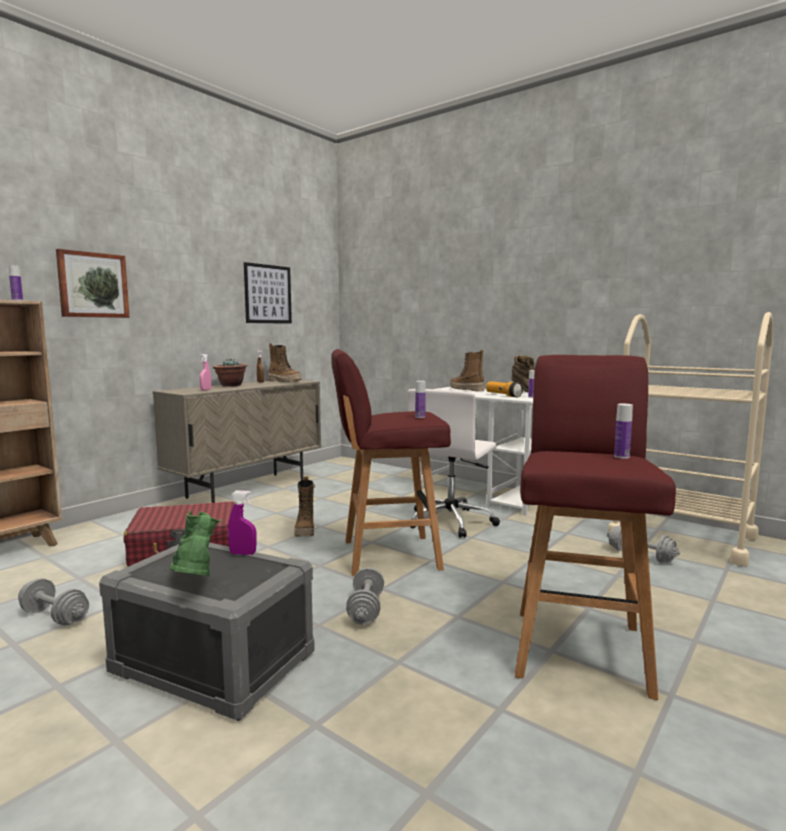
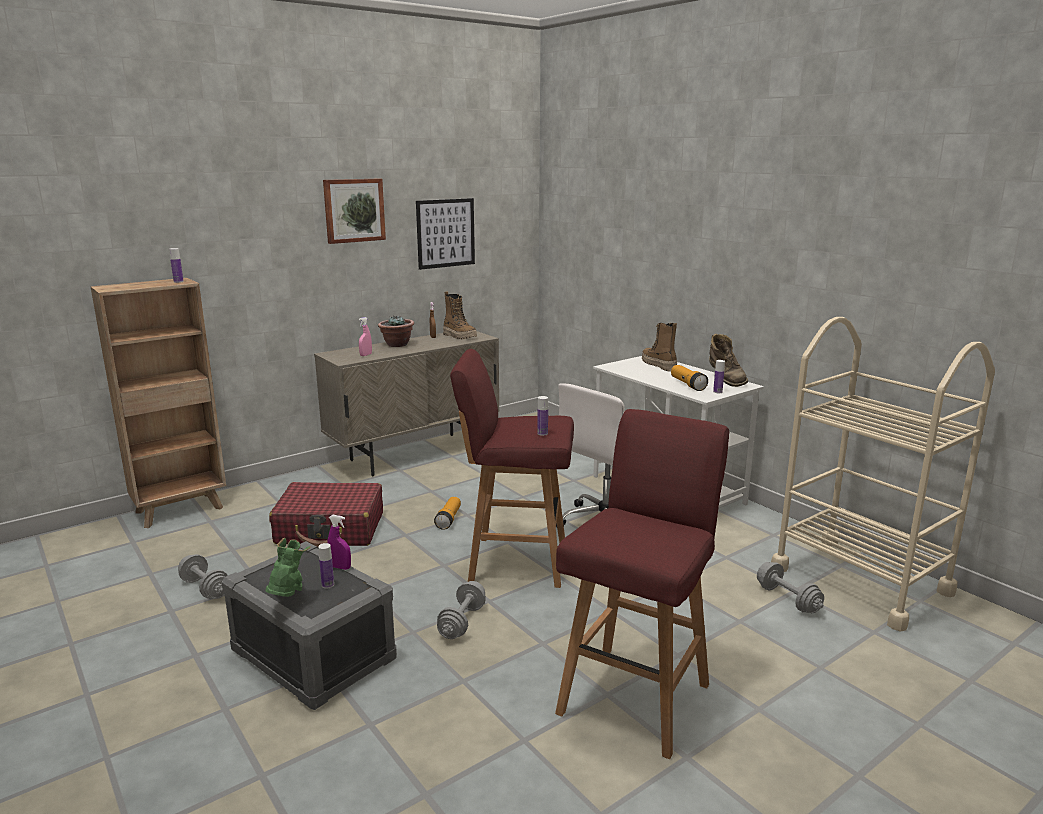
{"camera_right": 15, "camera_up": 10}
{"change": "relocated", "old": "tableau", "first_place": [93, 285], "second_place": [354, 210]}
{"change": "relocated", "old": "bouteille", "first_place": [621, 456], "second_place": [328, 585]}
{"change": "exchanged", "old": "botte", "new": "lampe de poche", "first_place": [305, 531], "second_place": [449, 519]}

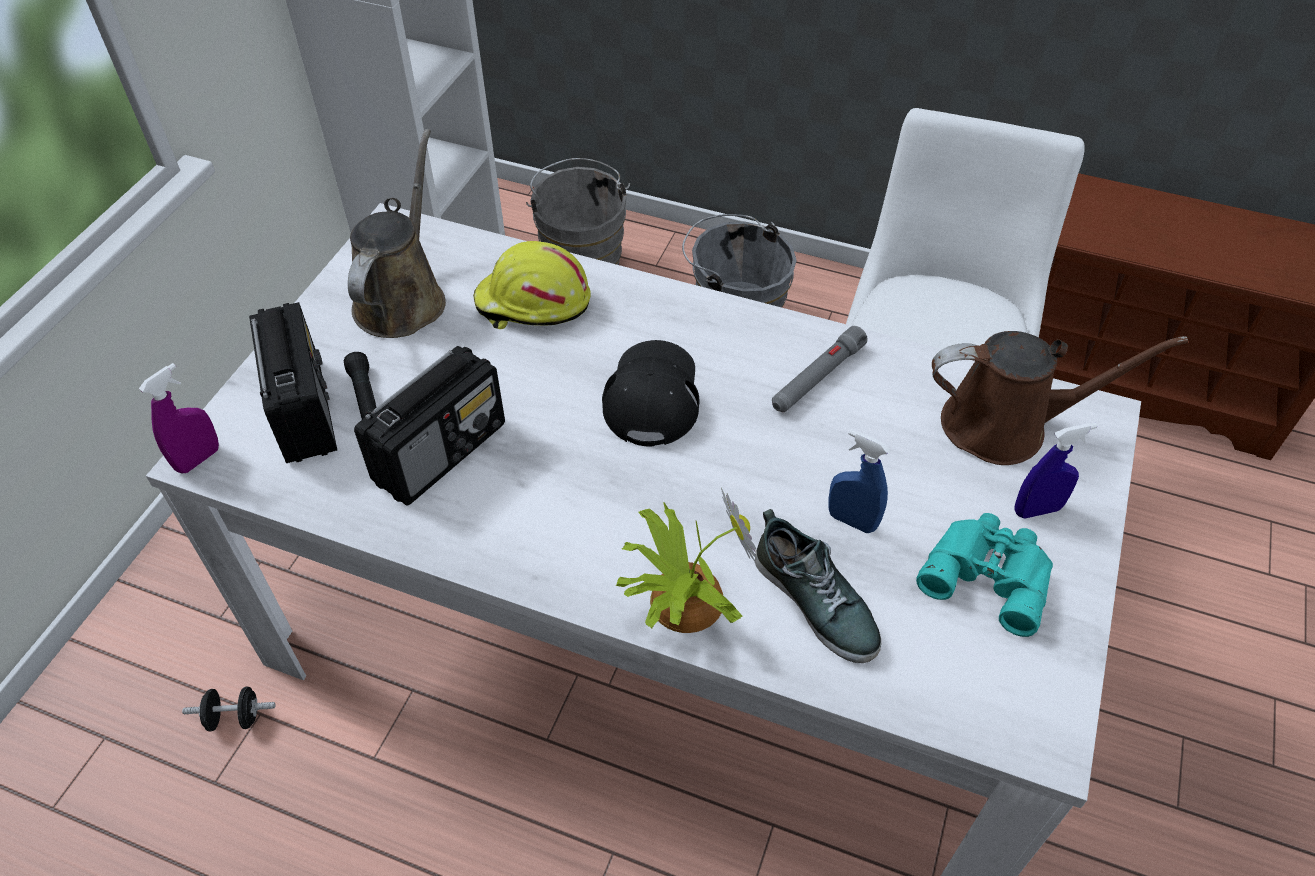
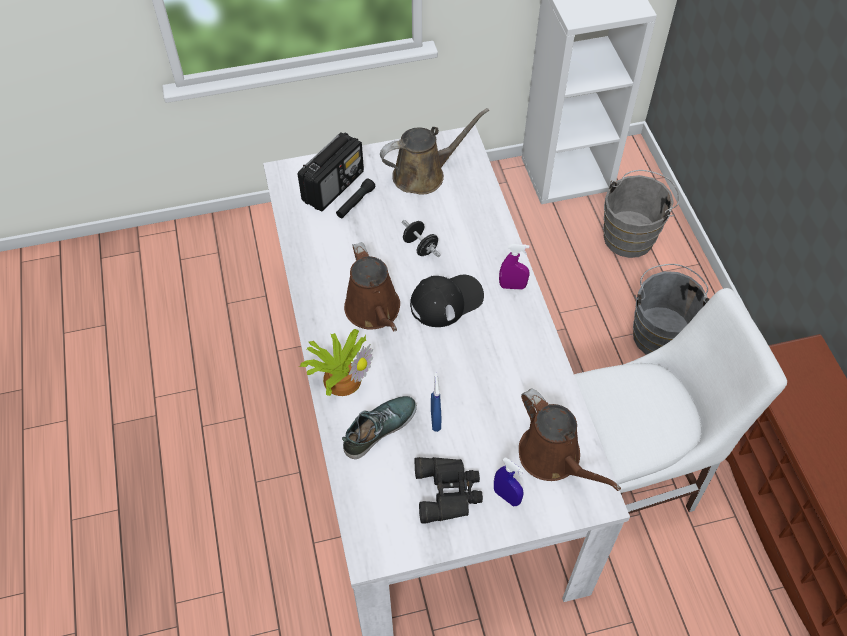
{"camera_right": 55, "camera_up": 5}
{"change": "missing", "old": "radio", "first_place": [441, 452]}
{"change": "missing", "old": "casque de chantier (jaune)", "first_place": [532, 303]}
{"change": "missing", "old": "lampe de poche (gris)", "first_place": [817, 377]}
{"change": "appeared", "new": "arrosoir (marron)", "second_place": [374, 311]}
{"change": "relocated", "old": "vaporisateur (violet)", "first_place": [198, 459], "second_place": [512, 286]}
{"change": "relocated", "old": "haltère (noir)", "first_place": [235, 717], "second_place": [420, 246]}
{"change": "colour", "old": "jumelles (turquoise)", "new": "jumelles (noir)", "first_place": [988, 573], "second_place": [449, 491]}
{"change": "spun", "old": "chaussure", "first_place": [816, 600], "second_place": [379, 428], "degrees": -150}

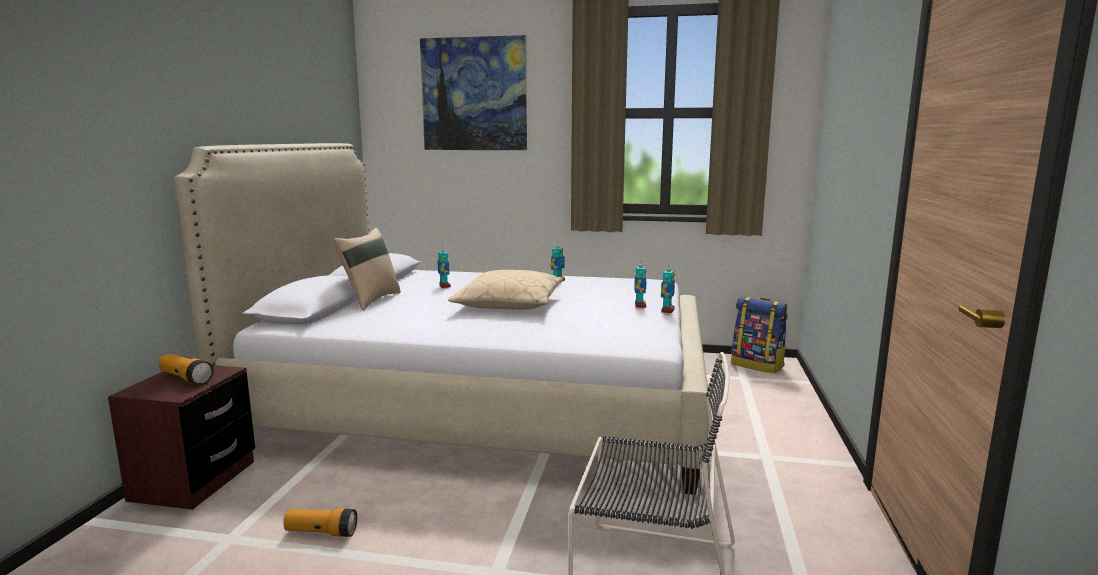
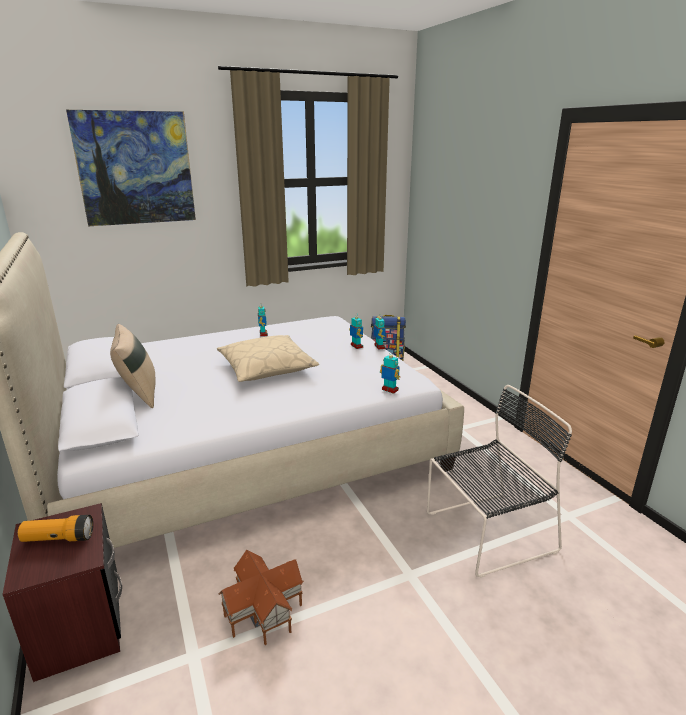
{"camera_right": -35, "camera_up": 10}
{"change": "relocated", "old": "robot jouet", "first_place": [444, 286], "second_place": [389, 390]}
{"change": "exchanged", "old": "lampe de poche", "new": "maison miniature", "first_place": [321, 532], "second_place": [262, 610]}

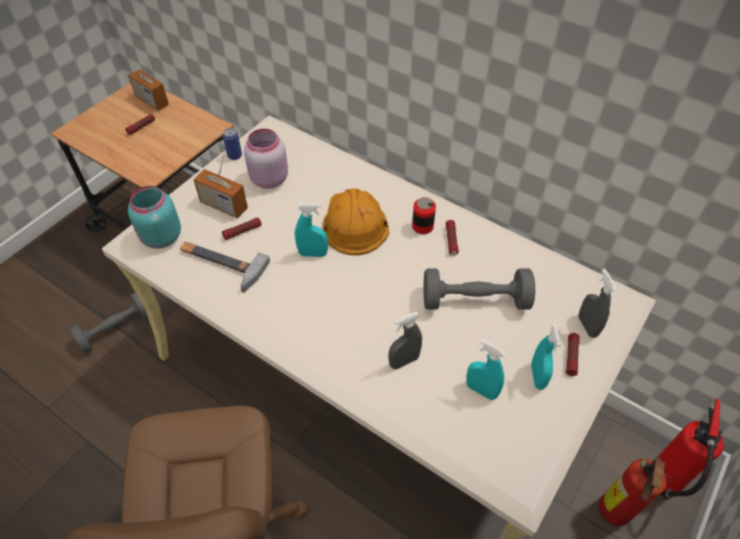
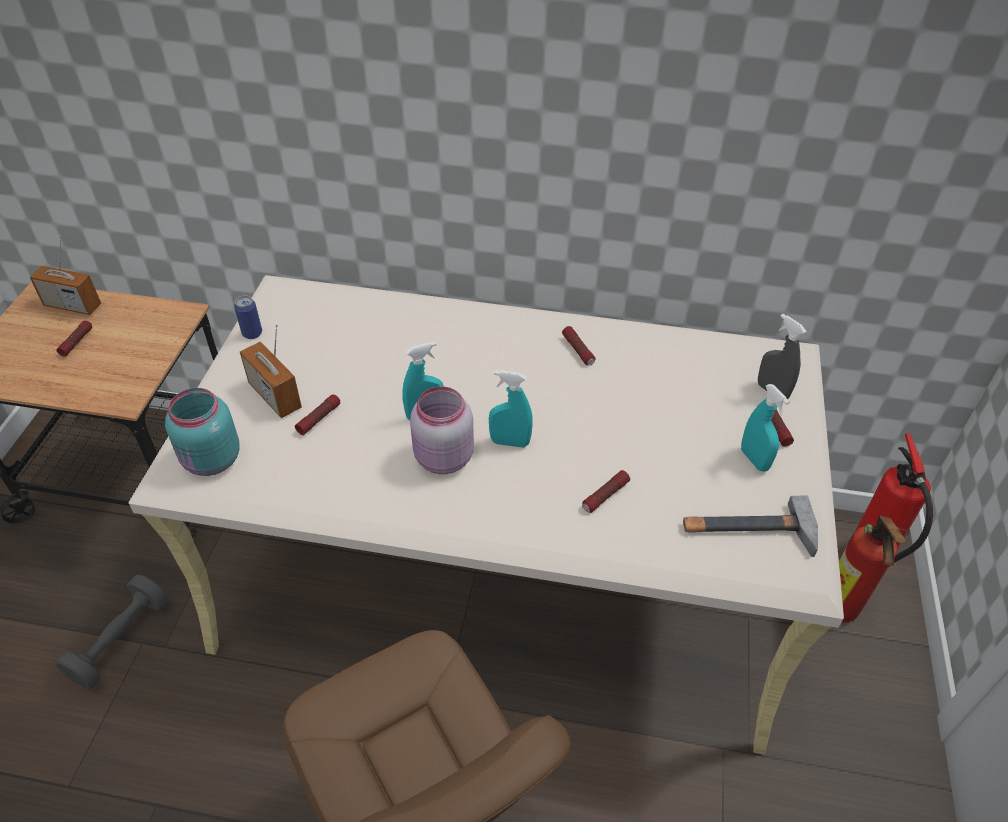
{"camera_right": -25, "camera_up": -5}
{"change": "missing", "old": "casque de chantier (orange)", "first_place": [354, 223]}
{"change": "missing", "old": "boîte métallique", "first_place": [422, 226]}
{"change": "missing", "old": "haltère (gris)", "first_place": [475, 301]}
{"change": "relocated", "old": "marteau", "first_place": [220, 264], "second_place": [748, 530]}
{"change": "relocated", "old": "bocal (rose)", "first_place": [268, 179], "second_place": [442, 458]}
{"change": "relocated", "old": "vaporisateur (turquoise)", "first_place": [481, 390], "second_place": [510, 442]}
{"change": "exchanged", "old": "vaporisateur (gris)", "new": "lampe de poche", "first_place": [404, 361], "second_place": [605, 496]}
{"change": "spun", "old": "radio", "first_place": [224, 206], "second_place": [275, 396], "degrees": 45}

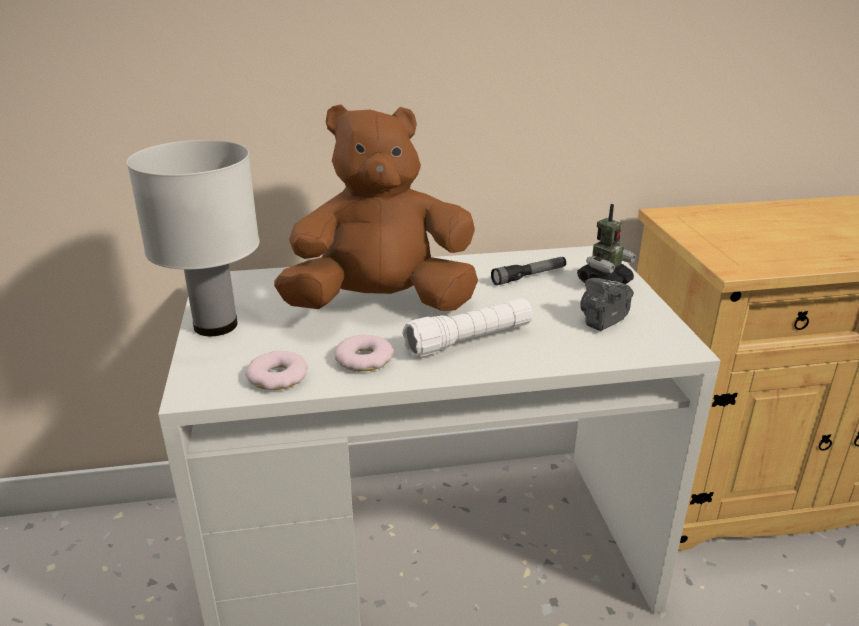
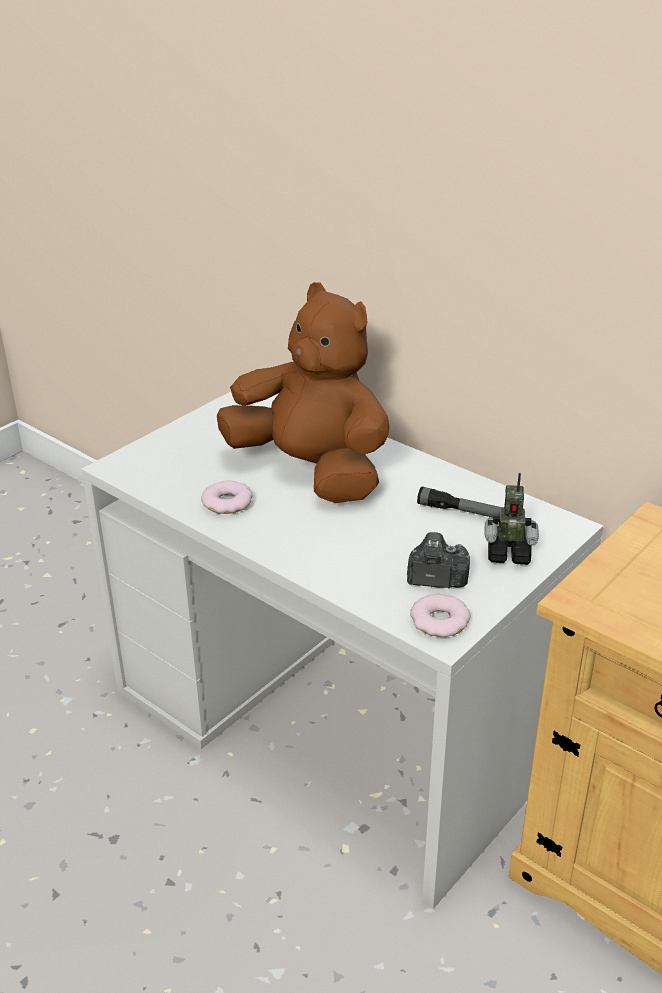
{"camera_right": 50, "camera_up": 5}
{"change": "missing", "old": "lampe de table (blanc)", "first_place": [216, 325]}
{"change": "missing", "old": "lampe de poche (blanc)", "first_place": [469, 340]}
{"change": "relocated", "old": "beignet", "first_place": [278, 376], "second_place": [440, 621]}

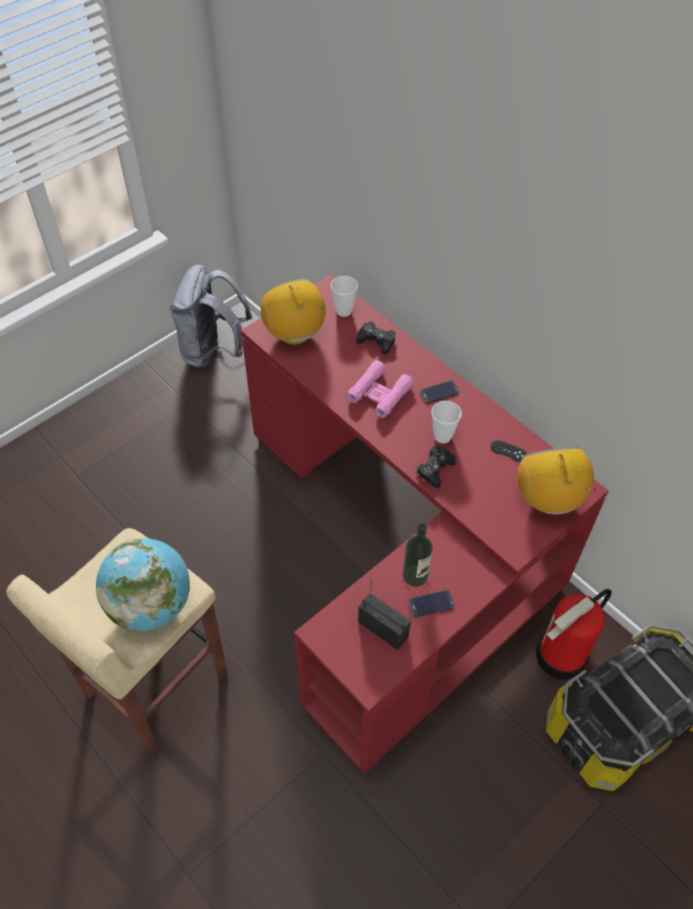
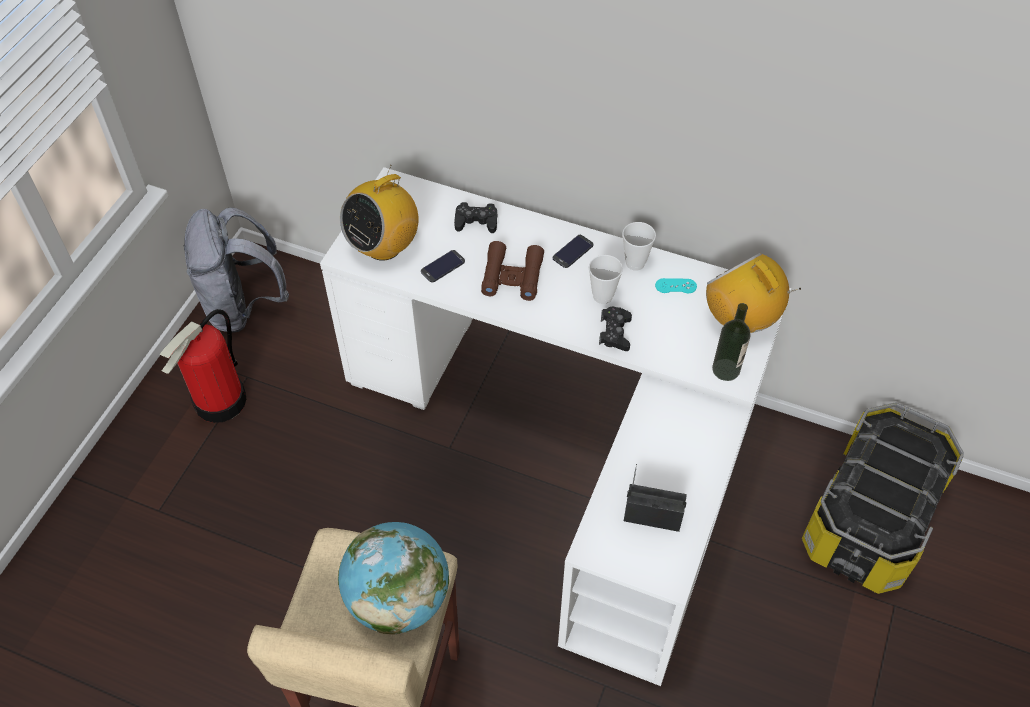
{"camera_right": -25, "camera_up": 0}
{"change": "relocated", "old": "tasse", "first_place": [344, 311], "second_place": [635, 263]}
{"change": "relocated", "old": "bouteille", "first_place": [415, 575], "second_place": [726, 369]}
{"change": "relocated", "old": "téléphone", "first_place": [431, 603], "second_place": [442, 266]}
{"change": "relocated", "old": "extincteur", "first_place": [561, 657], "second_place": [220, 401]}
{"change": "colour", "old": "bureau (rouge)", "new": "bureau (blanc)", "first_place": [400, 552], "second_place": [571, 444]}
{"change": "colour", "old": "jumelles (rose)", "new": "jumelles (marron)", "first_place": [379, 393], "second_place": [512, 276]}
{"change": "colour", "old": "manette (noir)", "new": "manette (turquoise)", "first_place": [508, 451], "second_place": [675, 286]}
{"change": "spun", "old": "radio", "first_place": [295, 334], "second_place": [384, 246], "degrees": -90}

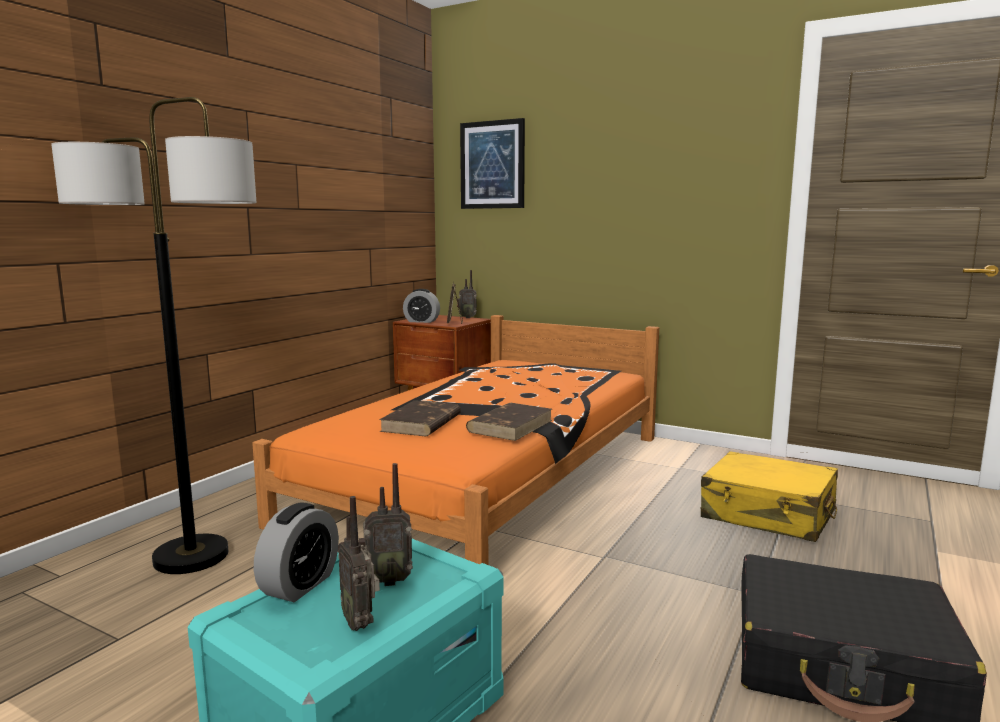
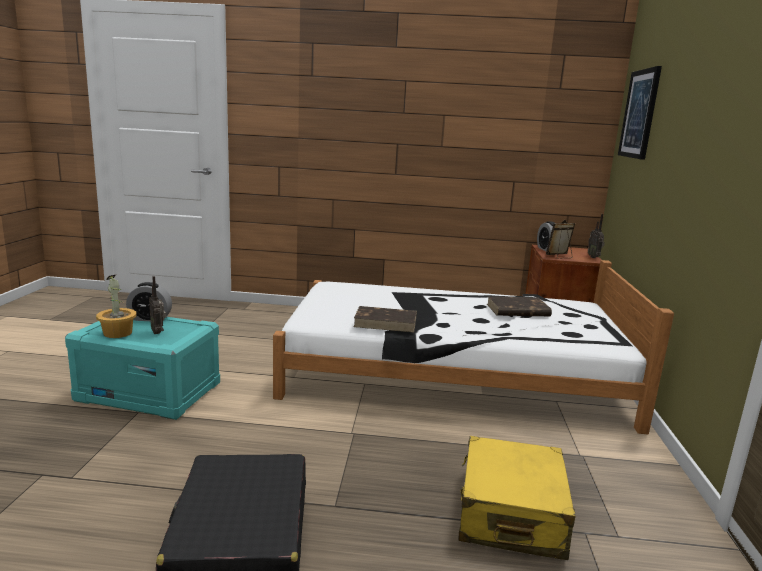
{"camera_right": 65, "camera_up": 5}
{"change": "missing", "old": "lampadaire", "first_place": [191, 556]}
{"change": "relocated", "old": "livre (marron)", "first_place": [421, 423], "second_place": [517, 310]}
{"change": "exchanged", "old": "radio", "new": "plante en pot", "first_place": [360, 622], "second_place": [118, 333]}
{"change": "colour", "old": "lit (orange)", "new": "lit (blanc)", "first_place": [490, 476], "second_place": [453, 373]}

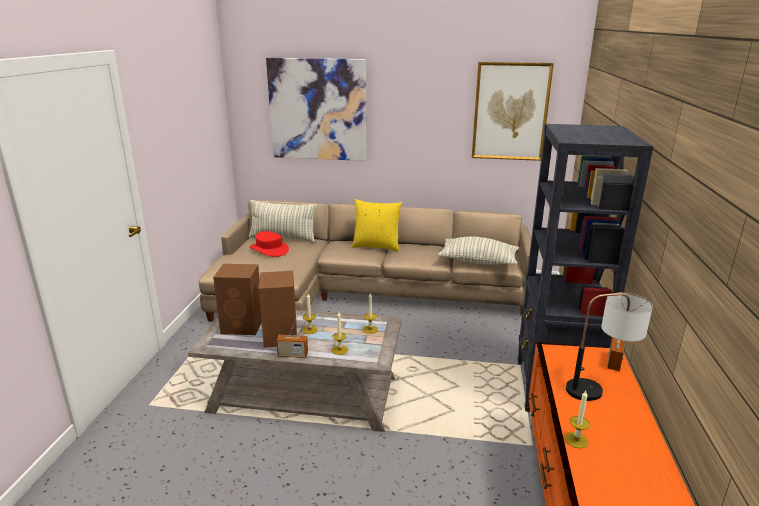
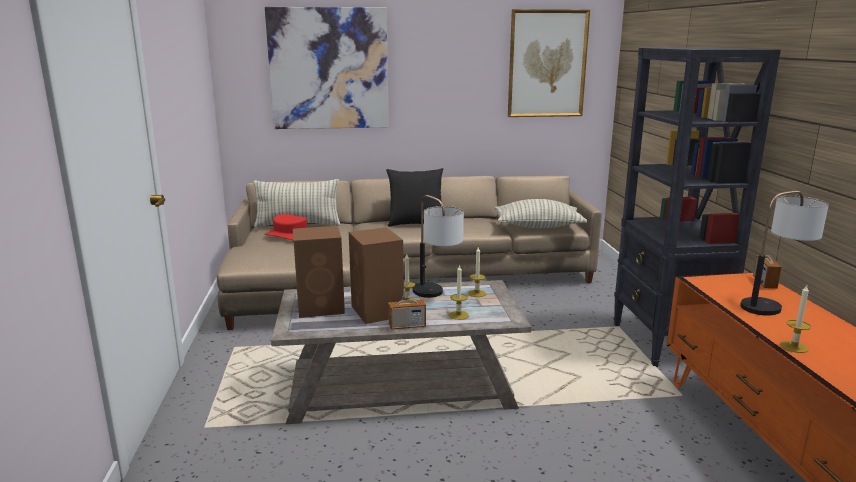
{"camera_right": -15, "camera_up": -5}
{"change": "appeared", "new": "lampe de table", "second_place": [436, 296]}
{"change": "colour", "old": "coussin (jaune)", "new": "coussin (noir)", "first_place": [376, 246], "second_place": [415, 223]}

